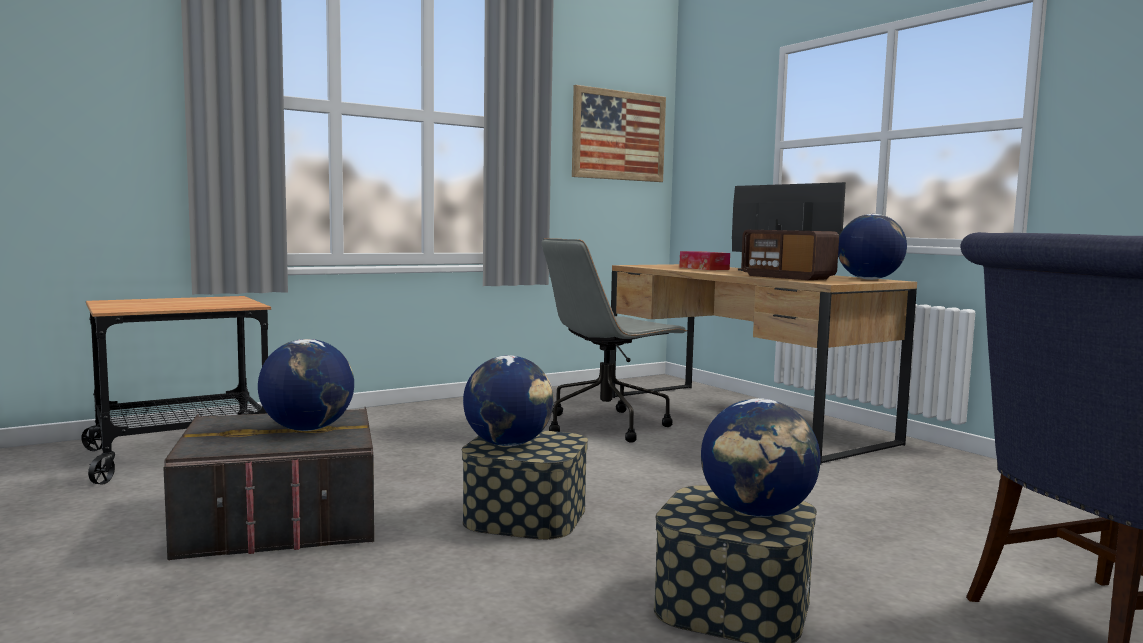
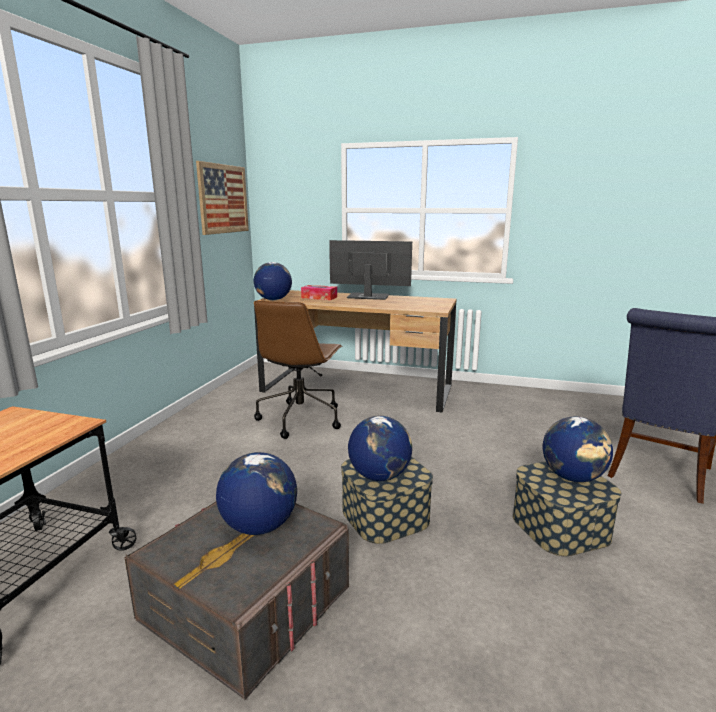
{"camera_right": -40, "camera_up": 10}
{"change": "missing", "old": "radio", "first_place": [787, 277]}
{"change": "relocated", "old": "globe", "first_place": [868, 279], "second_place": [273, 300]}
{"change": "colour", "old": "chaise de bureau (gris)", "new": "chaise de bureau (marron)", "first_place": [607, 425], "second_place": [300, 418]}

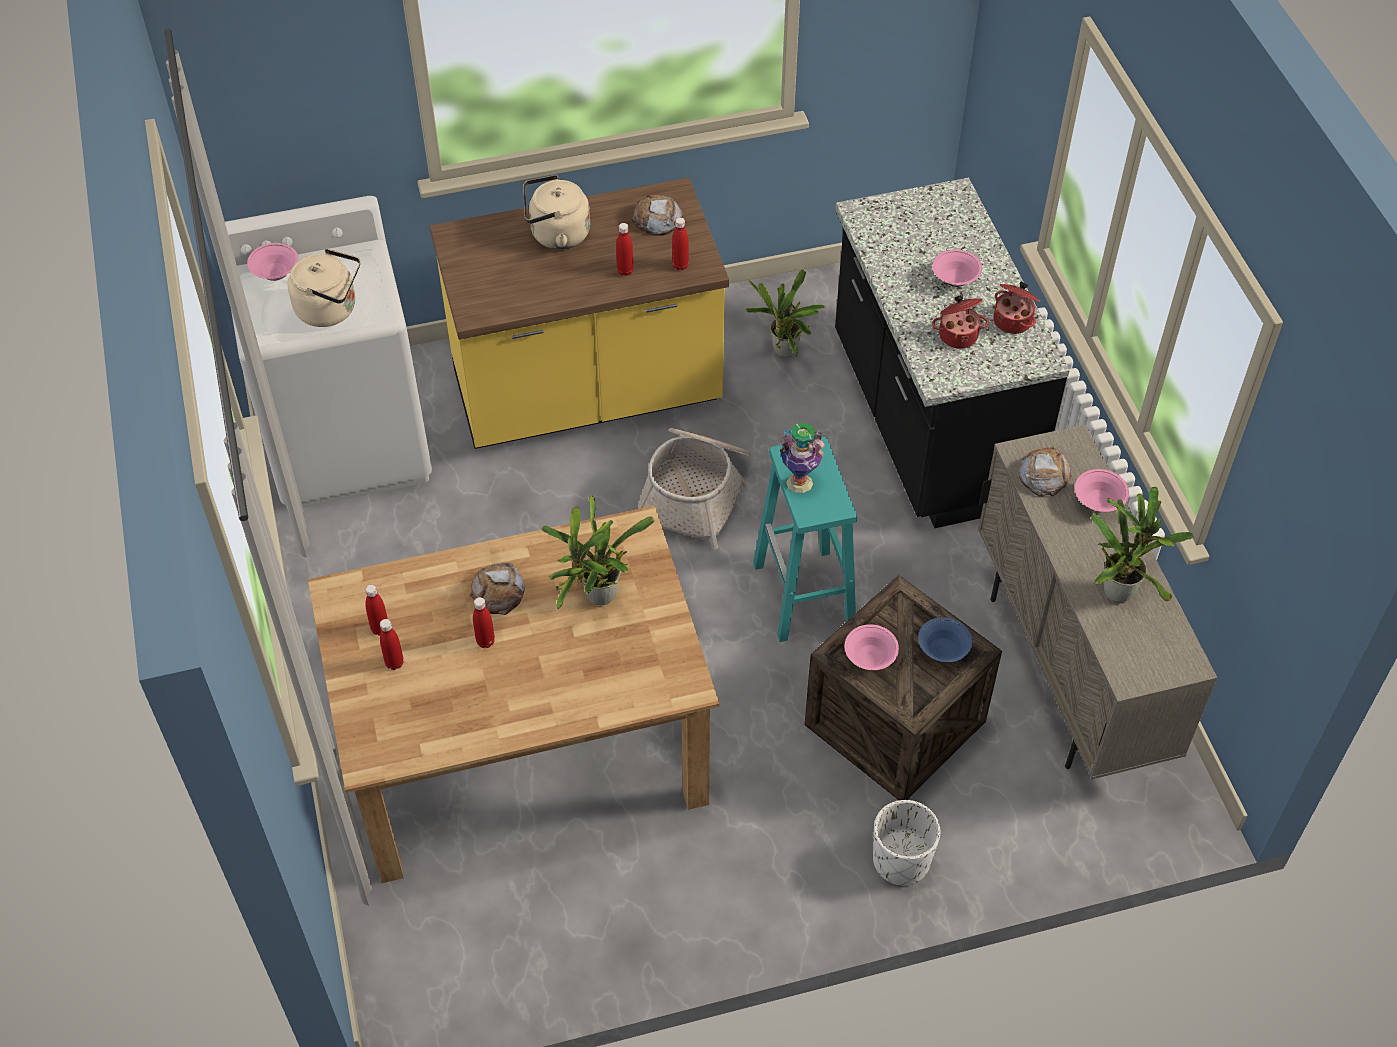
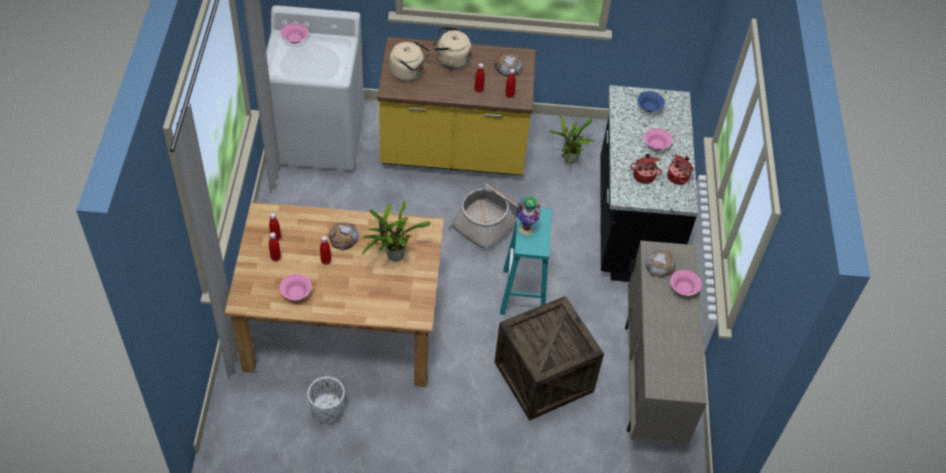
{"camera_right": 15, "camera_up": 0}
{"change": "missing", "old": "plante en pot", "first_place": [1121, 589]}
{"change": "relocated", "old": "bouilloire (beige)", "first_place": [331, 309], "second_place": [409, 73]}
{"change": "relocated", "old": "bol (rose)", "first_place": [870, 658], "second_place": [296, 293]}
{"change": "relocated", "old": "cache-pot (blanc)", "first_place": [901, 861], "second_place": [327, 411]}
{"change": "relocated", "old": "bol (bleu)", "first_place": [942, 651], "second_place": [649, 108]}

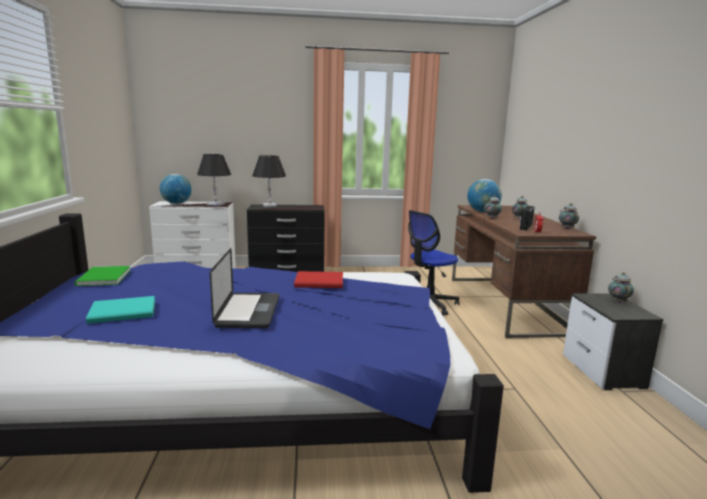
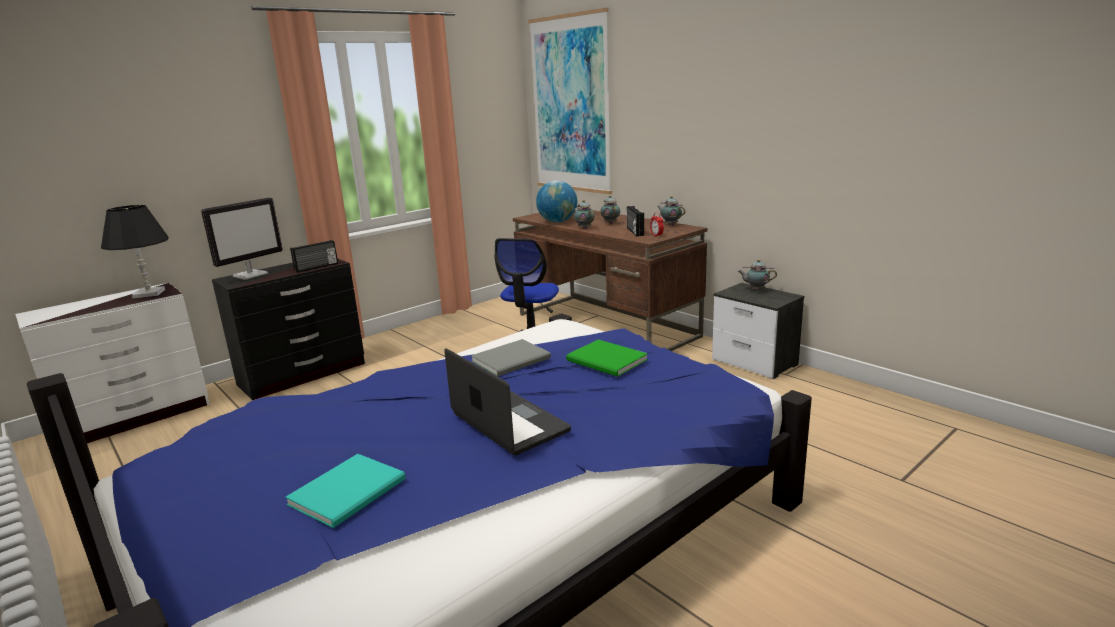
{"camera_right": -35, "camera_up": 5}
{"change": "missing", "old": "globe", "first_place": [176, 203]}
{"change": "appeared", "new": "radio", "second_place": [316, 267]}
{"change": "appeared", "new": "tableau", "second_place": [571, 105]}
{"change": "relocated", "old": "livre (vert)", "first_place": [102, 278], "second_place": [607, 361]}
{"change": "exchanged", "old": "lampe de table (noir)", "new": "écran d'ordinateur", "first_place": [269, 206], "second_place": [251, 275]}
{"change": "colour", "old": "livre (rouge)", "new": "livre (gris)", "first_place": [320, 282], "second_place": [513, 359]}
{"change": "spun", "old": "théière", "first_place": [618, 301], "second_place": [755, 290], "degrees": -45}

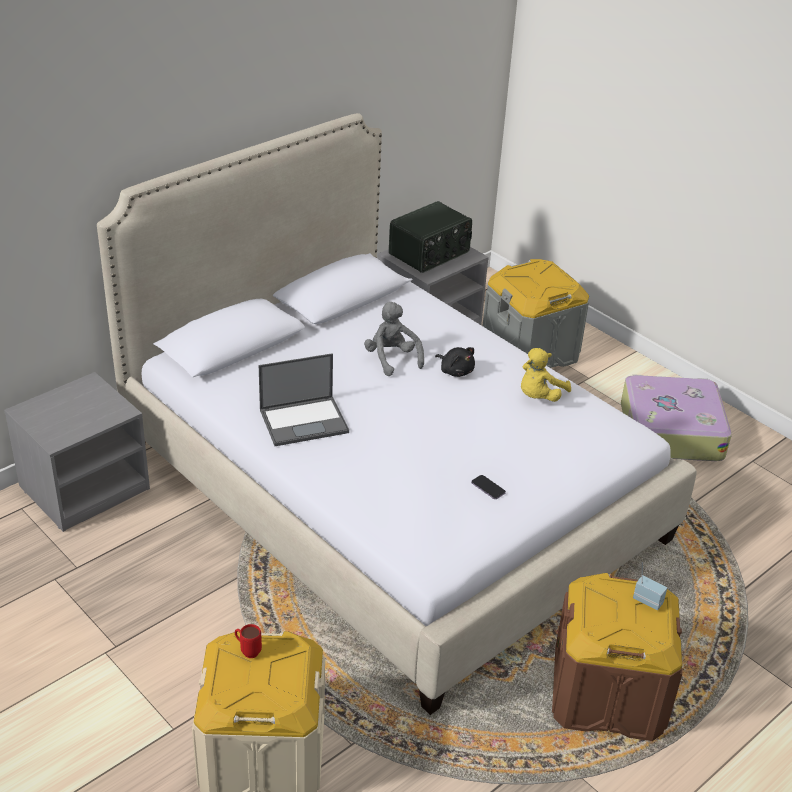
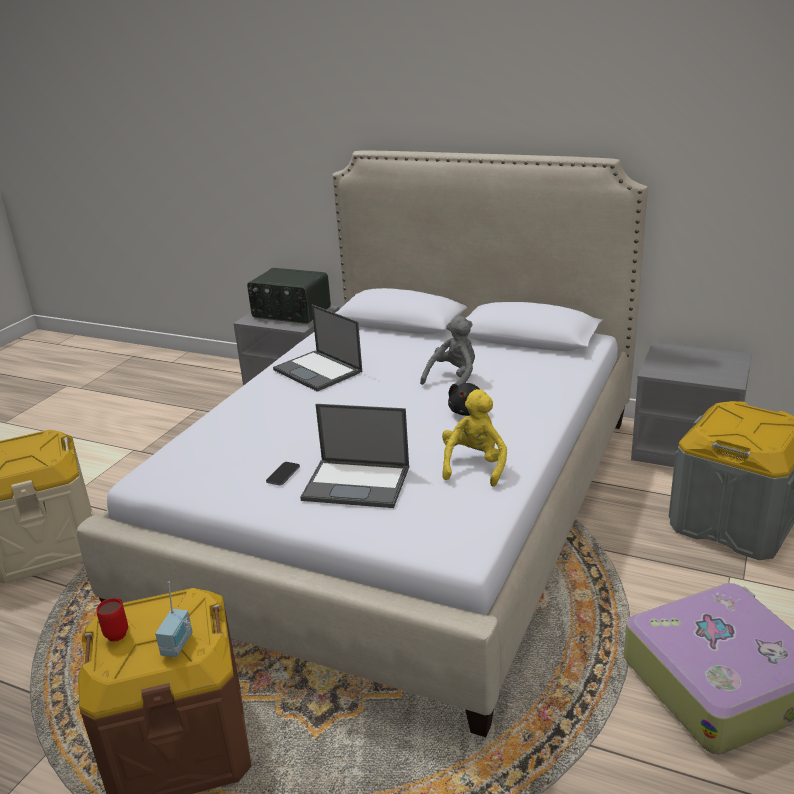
{"camera_right": 70, "camera_up": -10}
{"change": "appeared", "new": "ordinateur portable", "second_place": [358, 483]}
{"change": "relocated", "old": "mug (rouge)", "first_place": [247, 651], "second_place": [119, 631]}
{"change": "relocated", "old": "radio", "first_place": [430, 254], "second_place": [291, 313]}
{"change": "spun", "old": "peluche (jaune)", "first_place": [539, 396], "second_place": [474, 465], "degrees": 90}

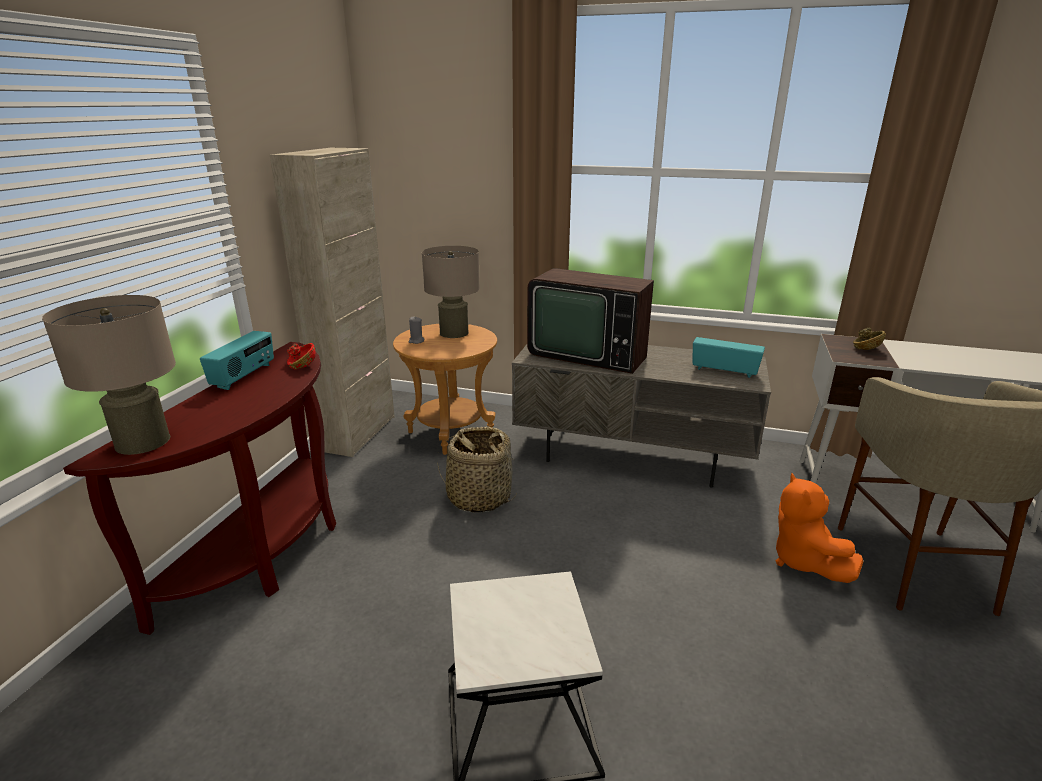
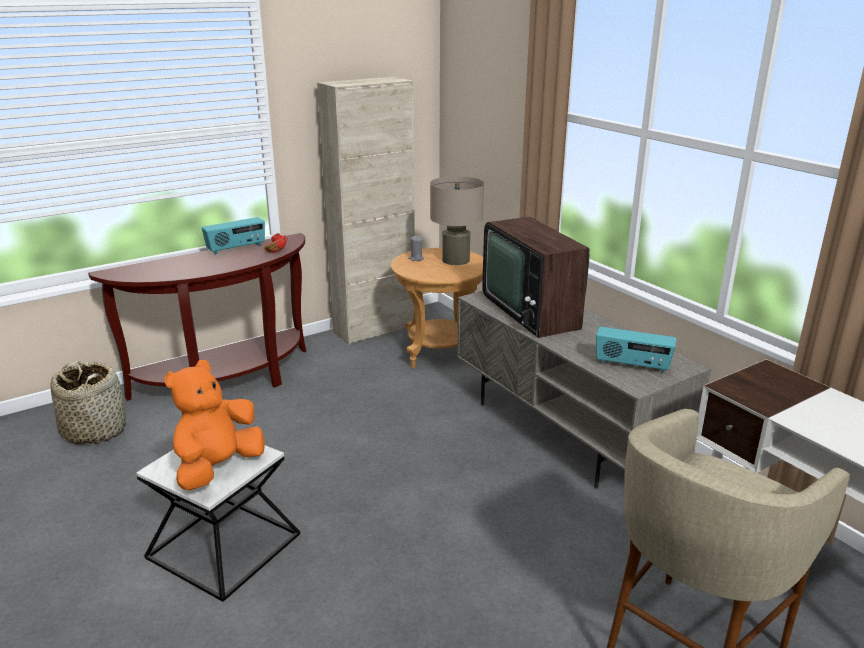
{"camera_right": 40, "camera_up": 0}
{"change": "missing", "old": "lampe de table (beige)", "first_place": [143, 442]}
{"change": "missing", "old": "bol (marron)", "first_place": [864, 346]}
{"change": "relocated", "old": "panier", "first_place": [479, 497], "second_place": [95, 430]}
{"change": "relocated", "old": "peluche (orange)", "first_place": [803, 561], "second_place": [218, 468]}
{"change": "spun", "old": "radio", "first_place": [724, 371], "second_place": [632, 365], "degrees": 135}

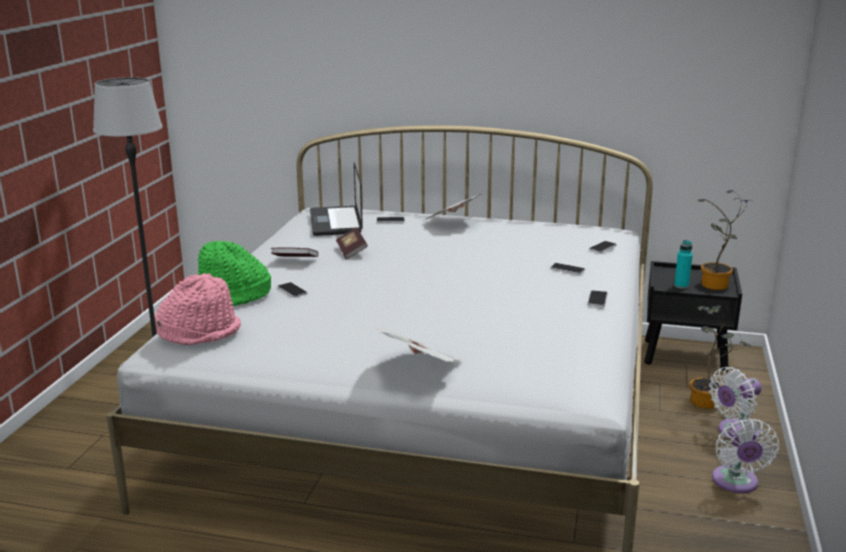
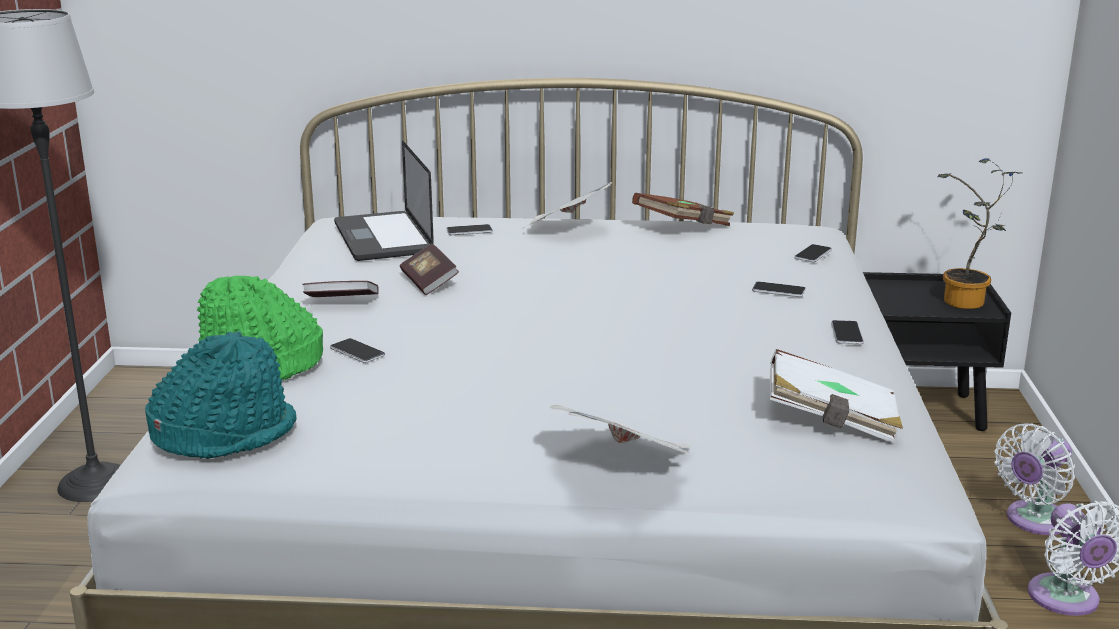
{"camera_right": -10, "camera_up": 0}
{"change": "missing", "old": "bouteille (turquoise)", "first_place": [681, 286]}
{"change": "missing", "old": "plante en pot", "first_place": [709, 402]}
{"change": "appeared", "new": "livre (marron)", "second_place": [684, 228]}
{"change": "appeared", "new": "livre (blanc)", "second_place": [831, 421]}
{"change": "colour", "old": "chapeau (rose)", "new": "chapeau (turquoise)", "first_place": [200, 332], "second_place": [225, 433]}

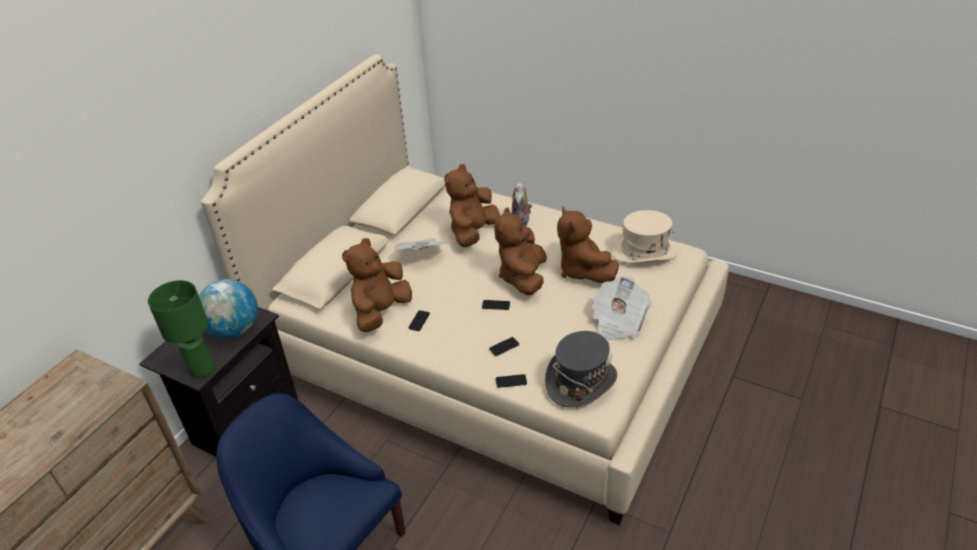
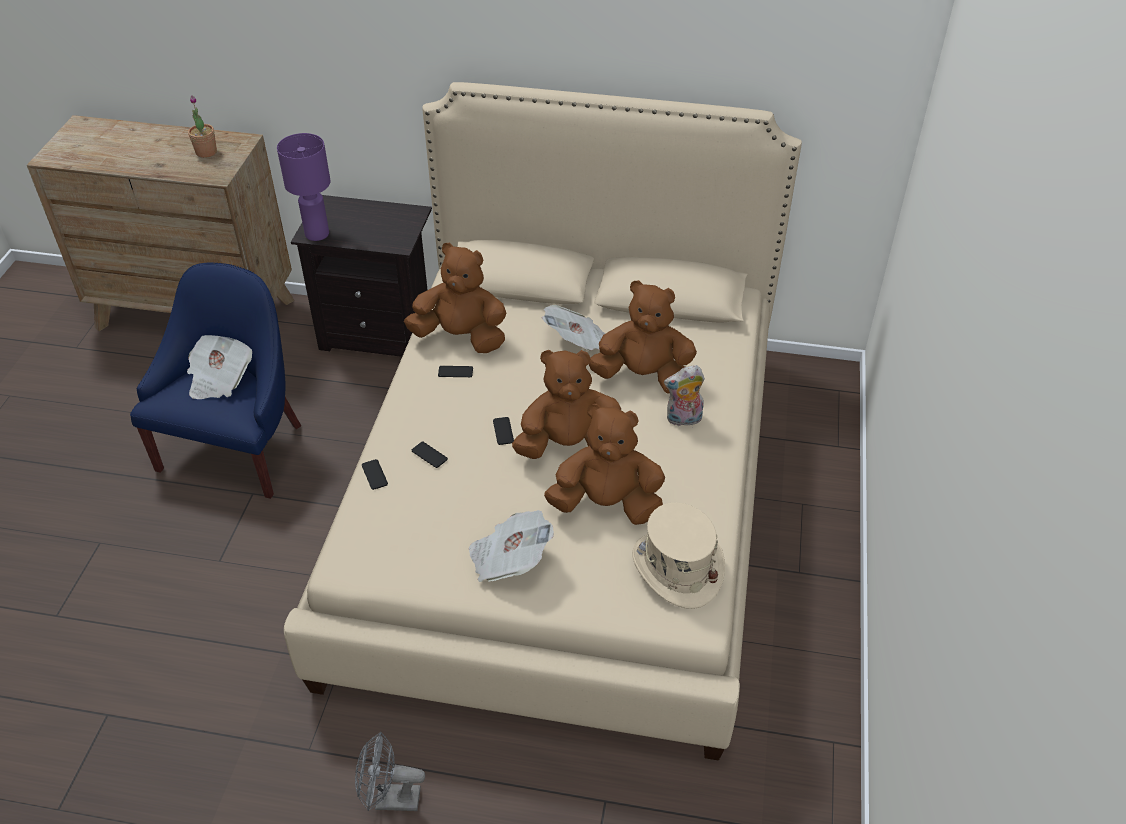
{"camera_right": 70, "camera_up": 5}
{"change": "missing", "old": "globe", "first_place": [234, 330]}
{"change": "missing", "old": "chapeau (gris)", "first_place": [580, 381]}
{"change": "appeared", "new": "journal", "second_place": [220, 378]}
{"change": "appeared", "new": "plante en pot", "second_place": [206, 152]}
{"change": "appeared", "new": "ventilateur (gris)", "second_place": [390, 799]}
{"change": "colour", "old": "lampe de table (vert)", "new": "lampe de table (violet)", "first_place": [202, 370], "second_place": [316, 234]}
{"change": "spun", "old": "peluche (marron)", "first_place": [582, 270], "second_place": [606, 504], "degrees": 45}

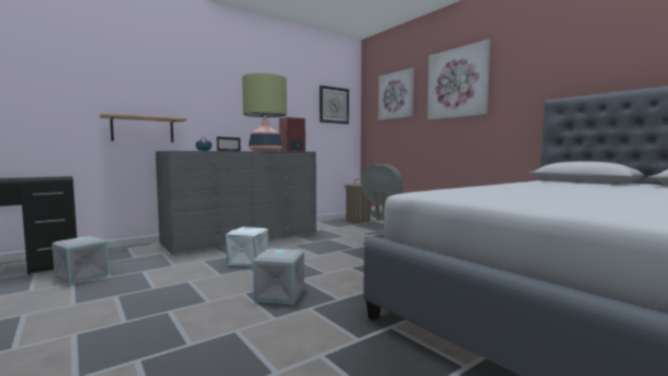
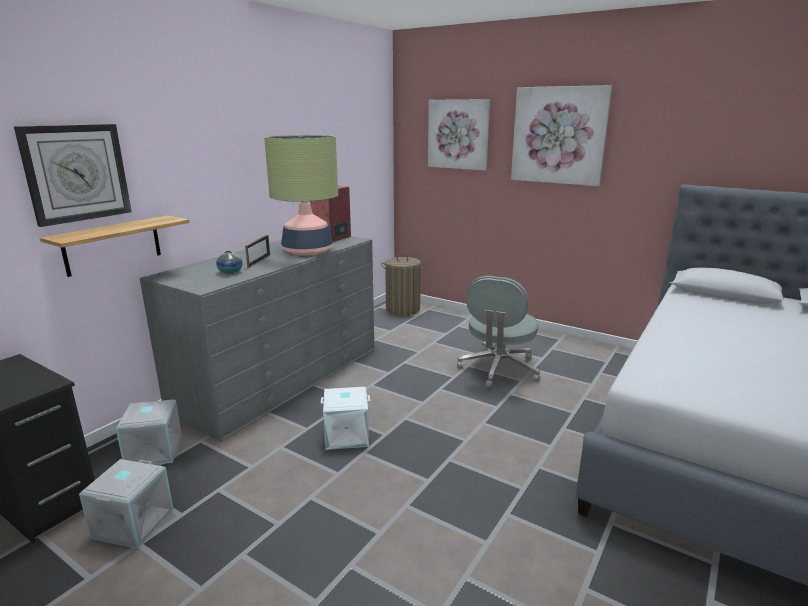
{"camera_right": -20, "camera_up": 15}
{"change": "relocated", "old": "boîte de rangement (gris)", "first_place": [280, 295], "second_place": [155, 451]}
{"change": "relocated", "old": "horloge murale", "first_place": [334, 105], "second_place": [76, 173]}

